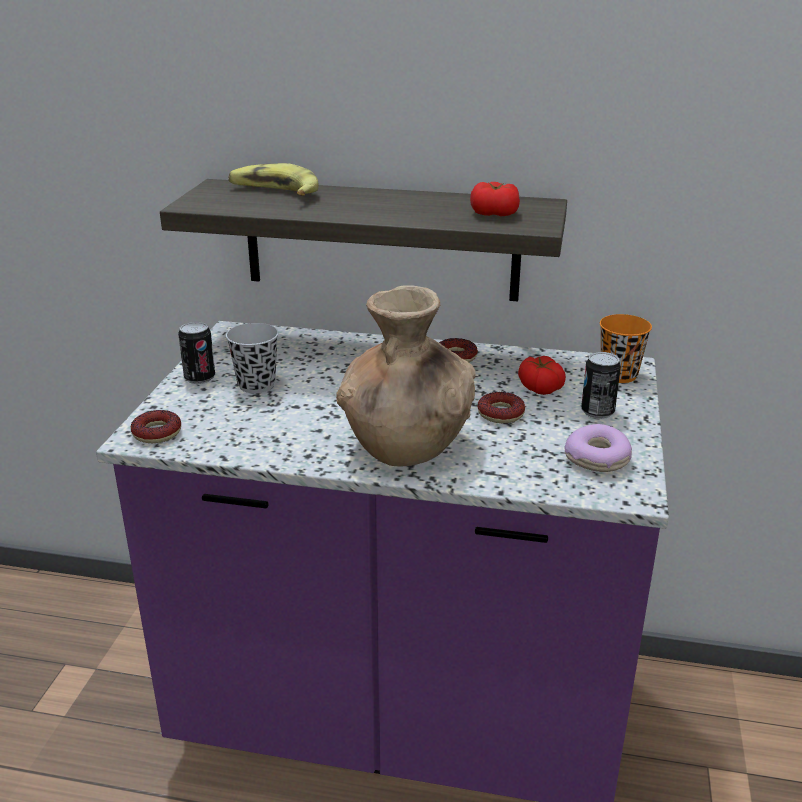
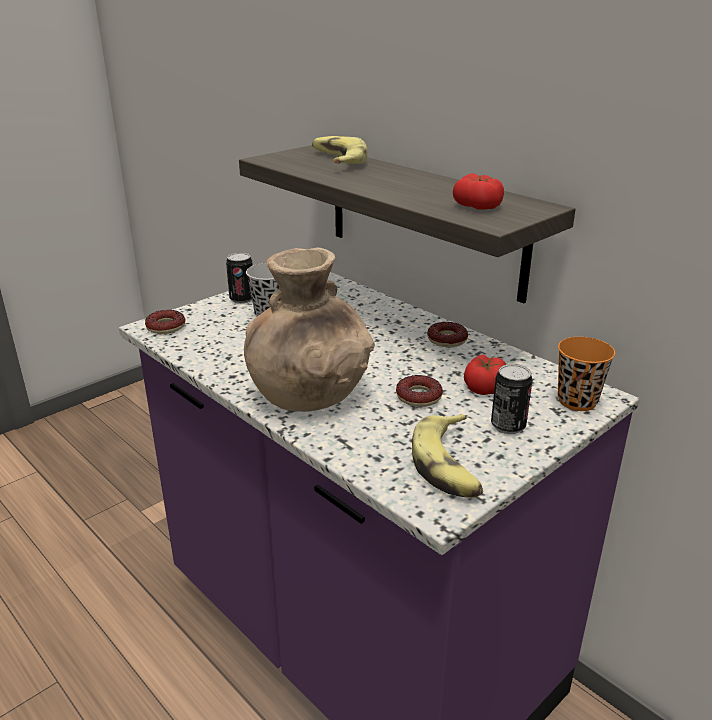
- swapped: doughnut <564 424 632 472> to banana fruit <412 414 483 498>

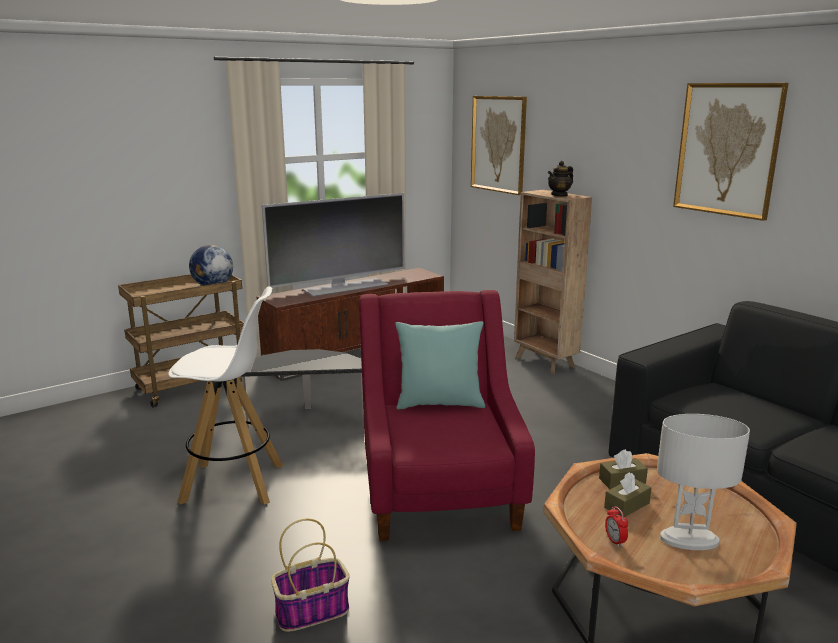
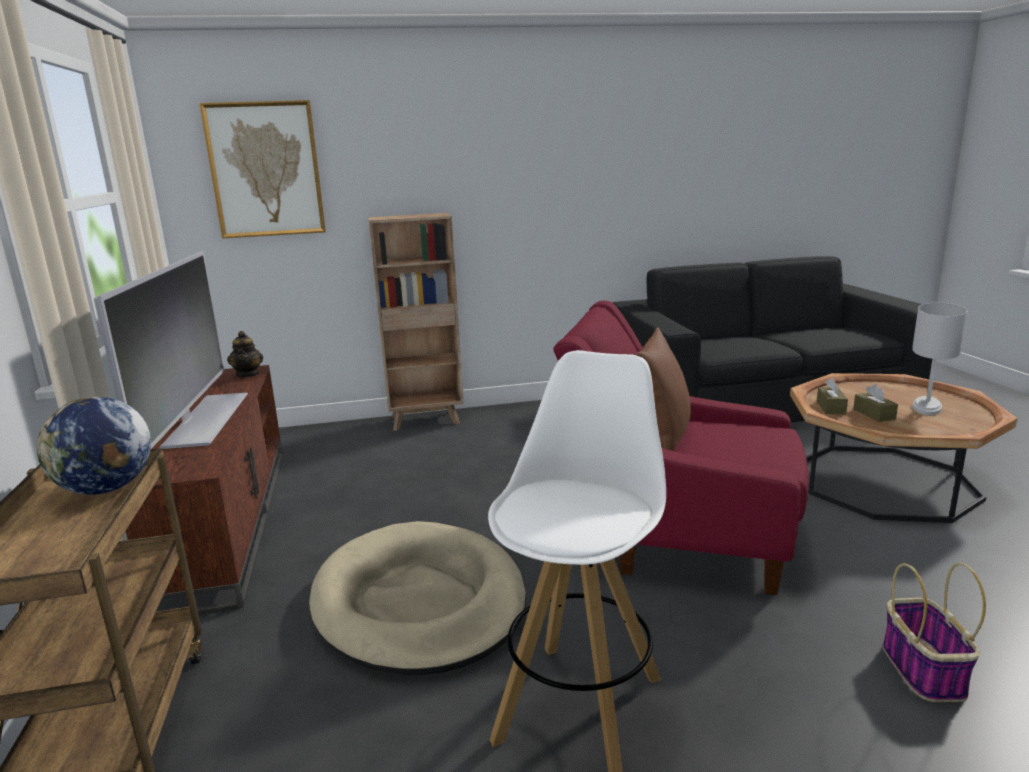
- shifted: pot for tea <548 161 573 197> to <227 331 263 377>
- swapped: side table <240 349 364 428> to dog cushion (beige-coloured) <309 521 526 675>
- repainted: throw pillow (turquoise) <395 321 485 410> to throw pillow (brown) <637 327 691 451>
- gone: alarm clock <605 506 628 547>
- gone: picture <673 83 789 221>

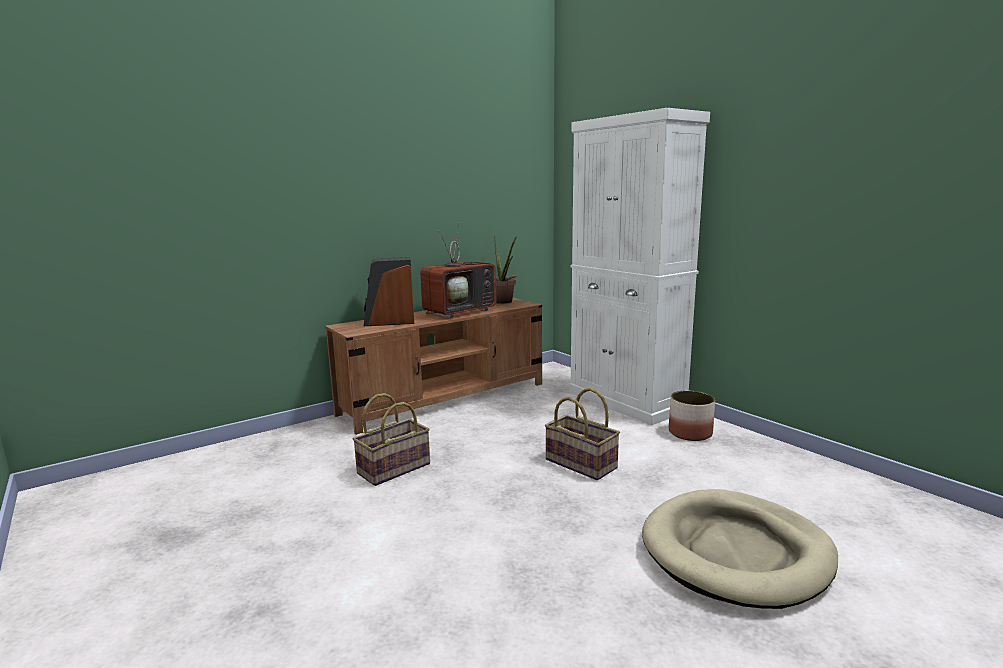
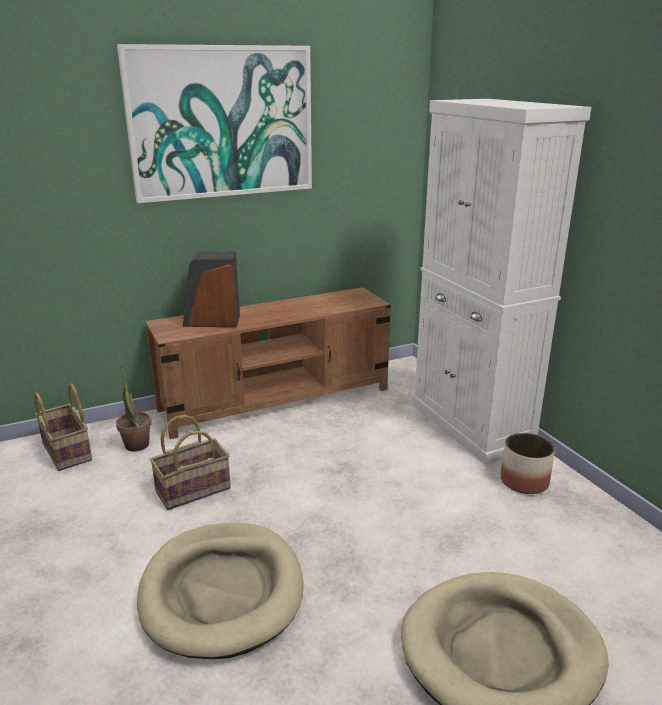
- shifted: basket <545 388 620 480> to <34 384 92 471>
- shifted: houseplant <494 235 517 304> to <116 364 152 451>
- new: picture <117 44 312 203>
- new: dog cushion (beige-coloured) <137 523 304 659>
- gone: television <420 222 496 318>

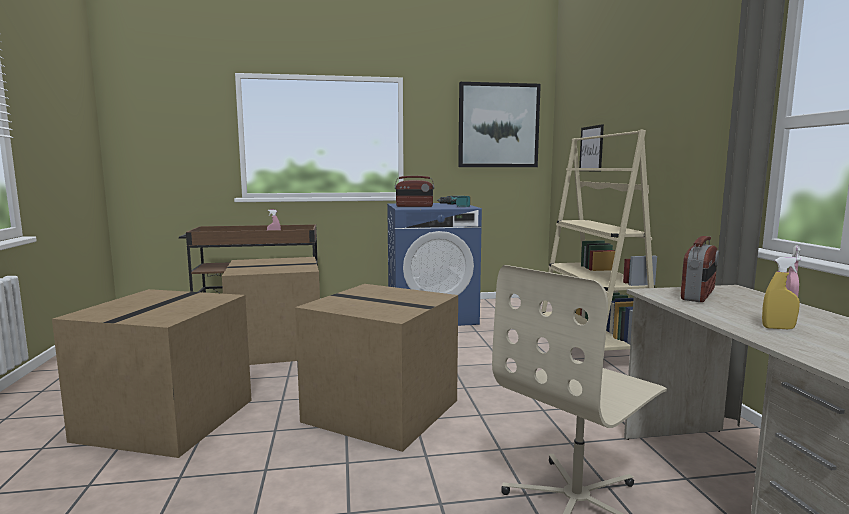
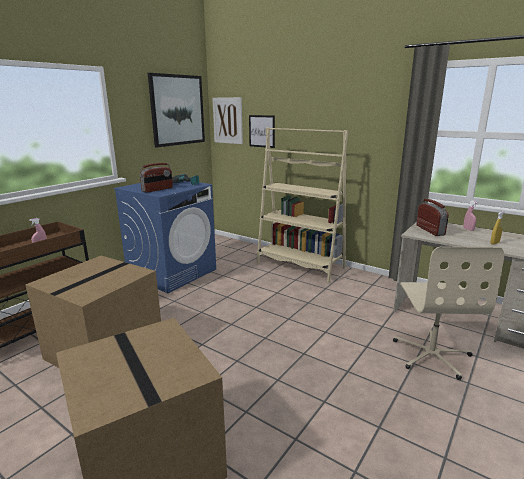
- new: picture <212 97 243 144>
- gone: cardboard box <295 284 458 452>

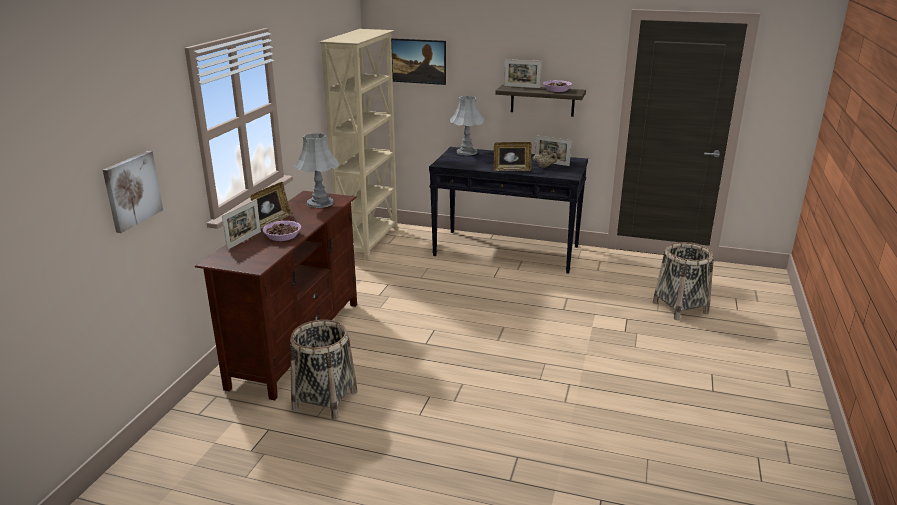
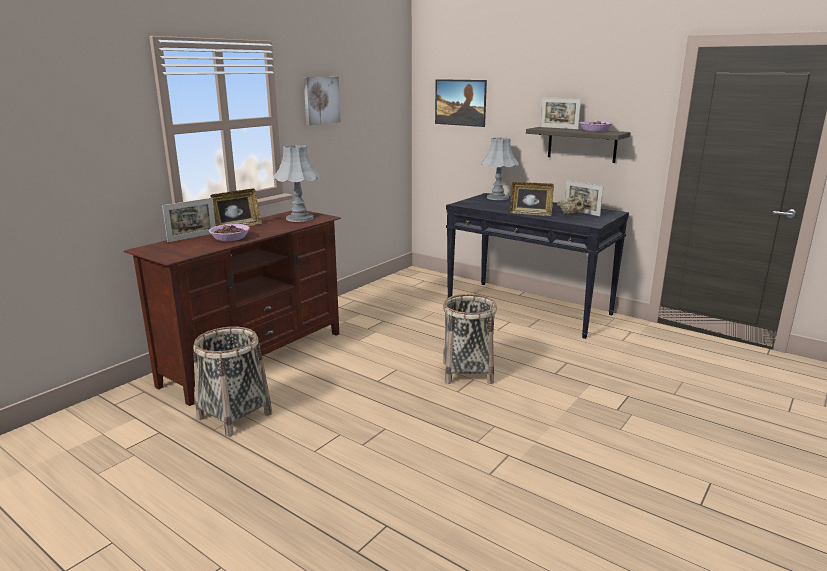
- shifted: picture <103 151 163 233> to <304 77 341 125>
- shifted: basket <653 242 714 320> to <443 294 497 384>
- gone: bookcase (beige-coloured) <320 29 398 260>

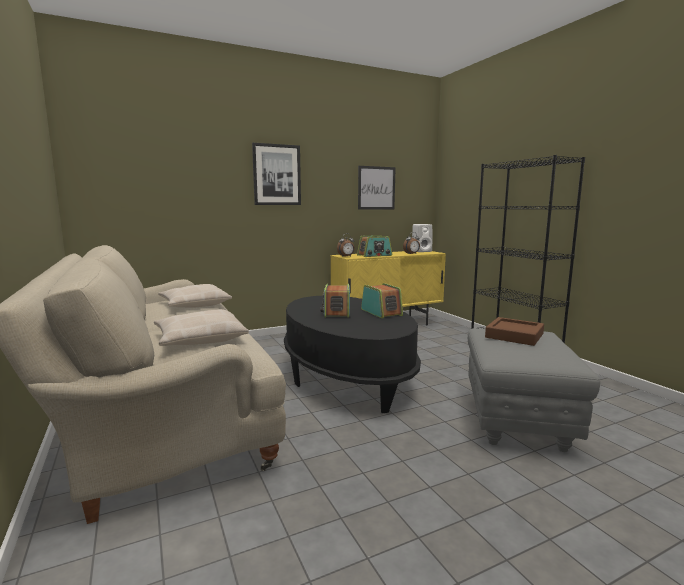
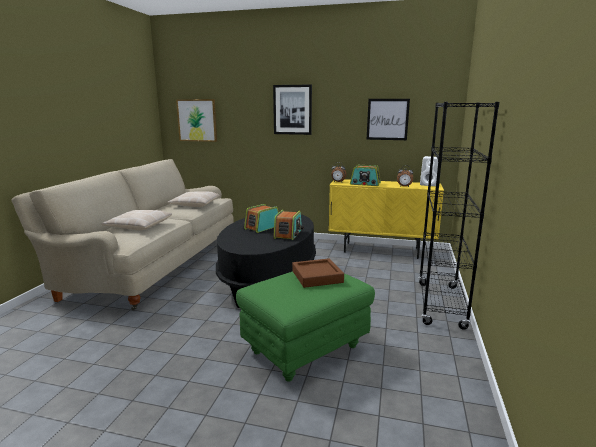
- new: picture <176 99 217 142>
- repainted: pouffe (gray) <468 328 600 452> to pouffe (green-coloured) <236 271 375 382>

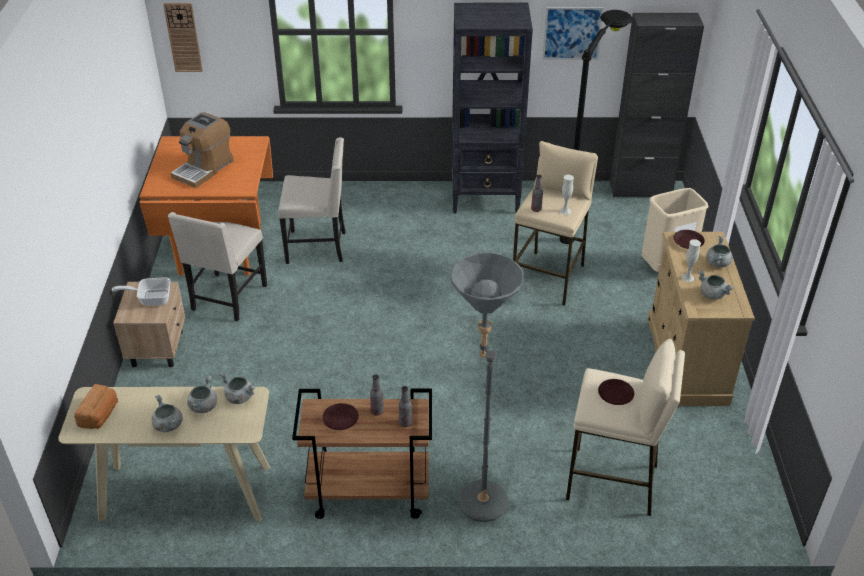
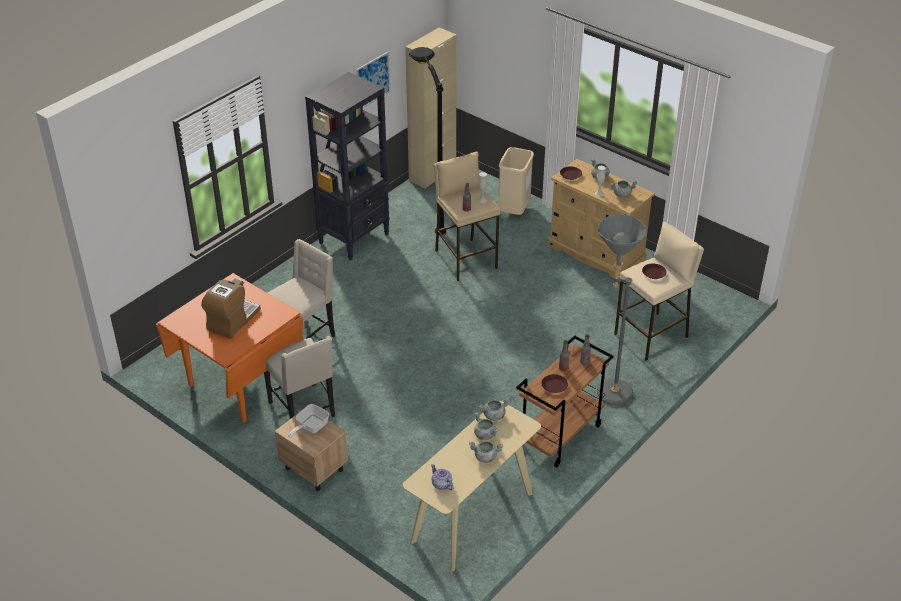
- rotated: coffee maker <170 112 234 188> = <201 278 261 339> 135 degrees counterclockwise
- repainted: storage cabinet (blackish) <610 13 704 197> to storage cabinet (beige-coloured) <405 28 457 189>
- swapped: bakery bread <74 384 118 429> to pot for tea <431 464 453 490>
- gone: wall clock <163 3 203 72>

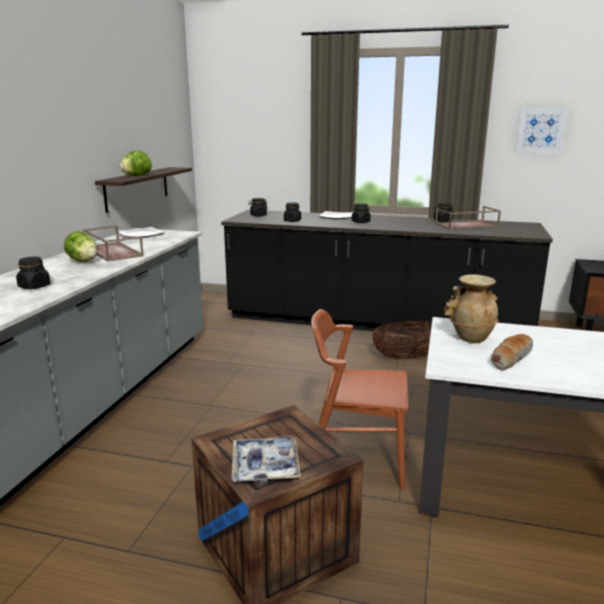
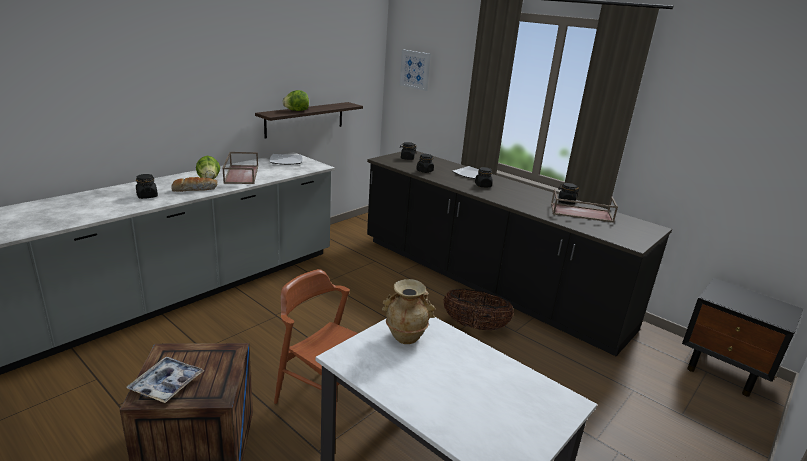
- shifted: bakery bread <491 334 533 371> to <171 177 218 192>
- shifted: picture <515 107 569 153> to <400 50 431 91>

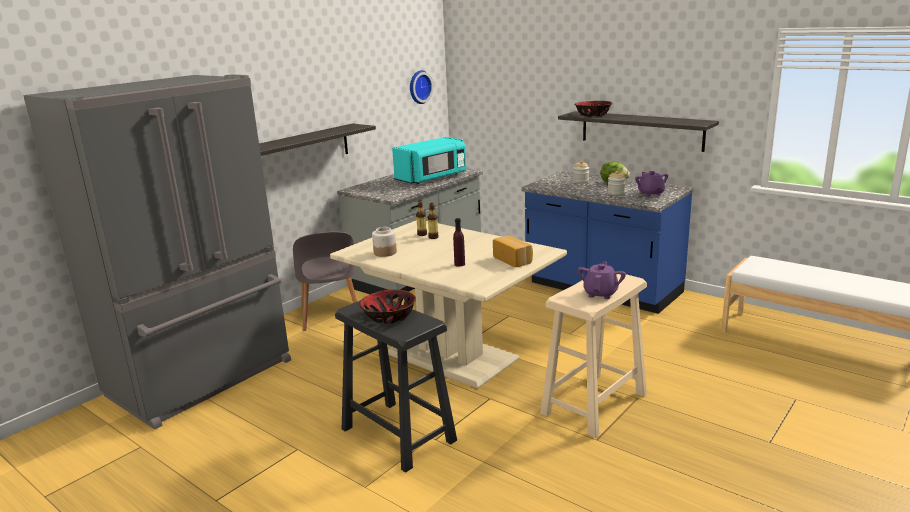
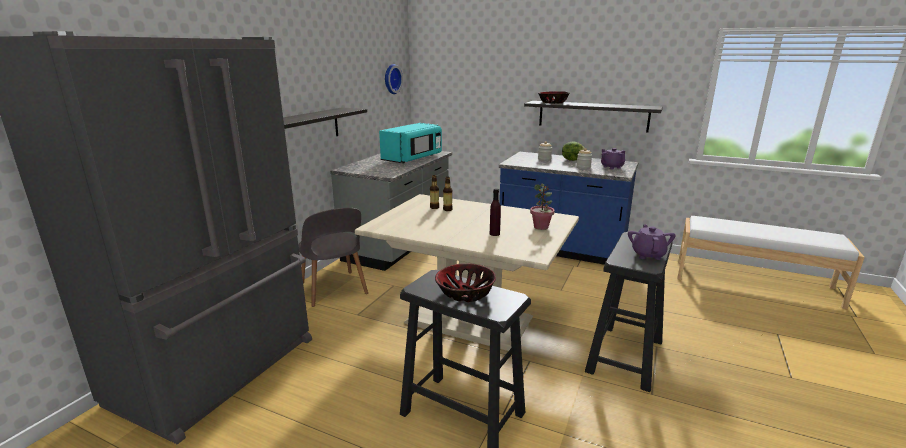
- swapped: bakery bread <493 235 533 267> to houseplant <530 184 555 230>
- repainted: sitting stool (beige-coloured) <540 274 647 438> to sitting stool (blackish) <585 232 673 392>
- gone: preserve jar <372 227 397 257>

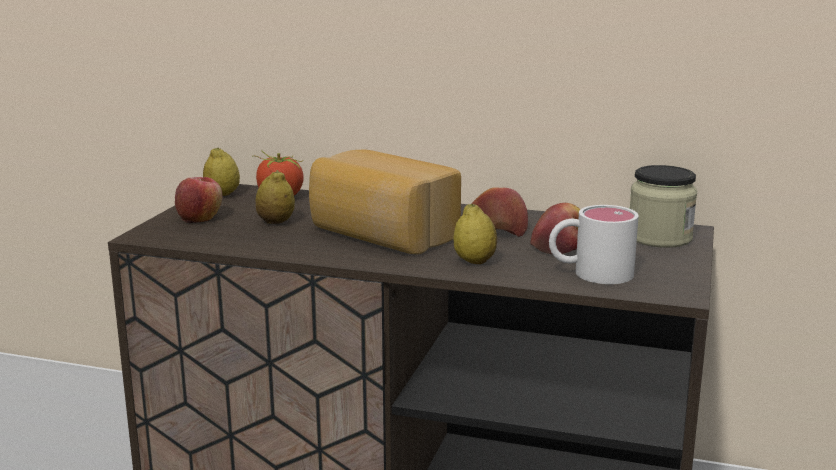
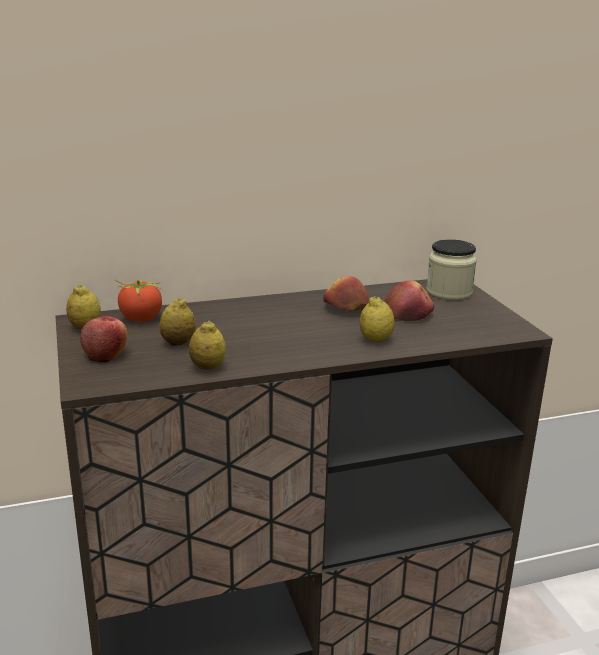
- new: whole lemon <189 321 226 370>
- gone: bakery bread <309 149 461 255>
- gone: tea mug (whitish) <549 205 639 284>

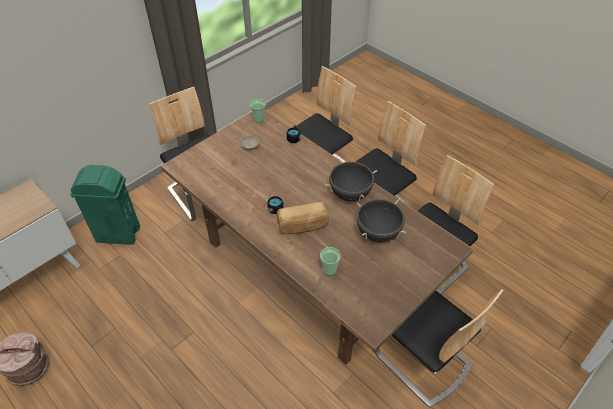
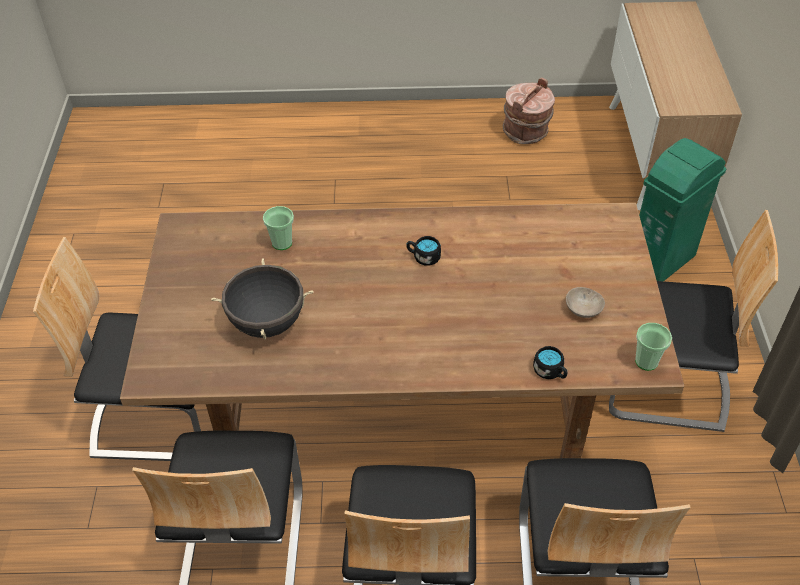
- gone: bakery bread <277 202 329 235>
- gone: stockpot (blackish) <326 159 377 201>

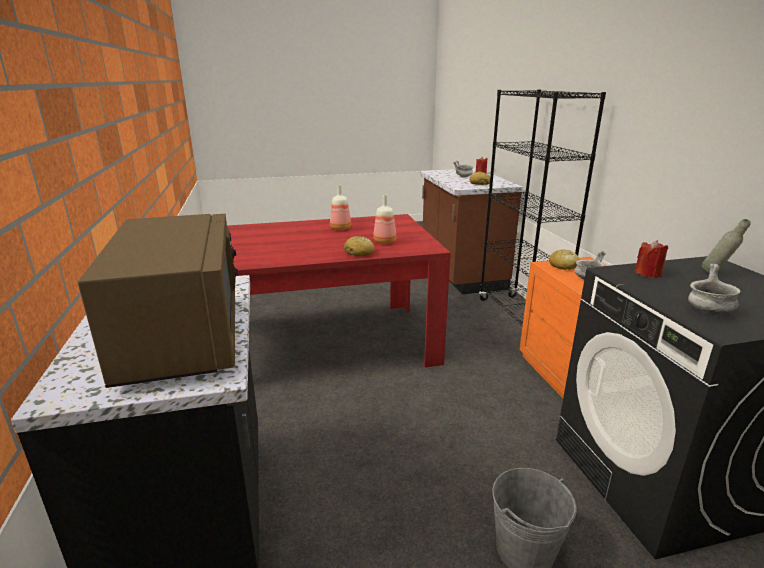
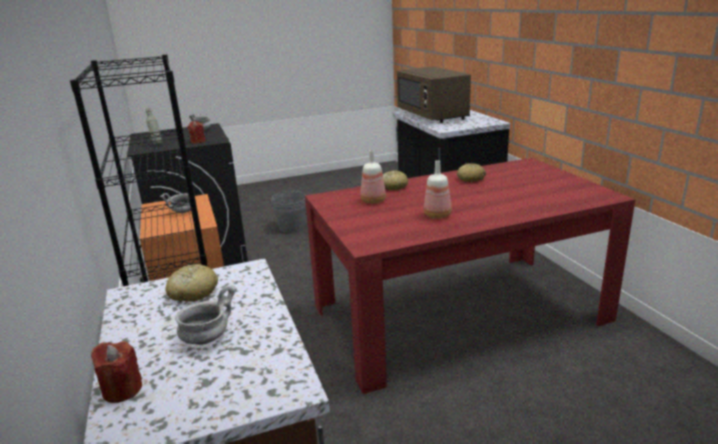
- shifted: bakery bread <549 250 580 270> to <457 163 486 182>

